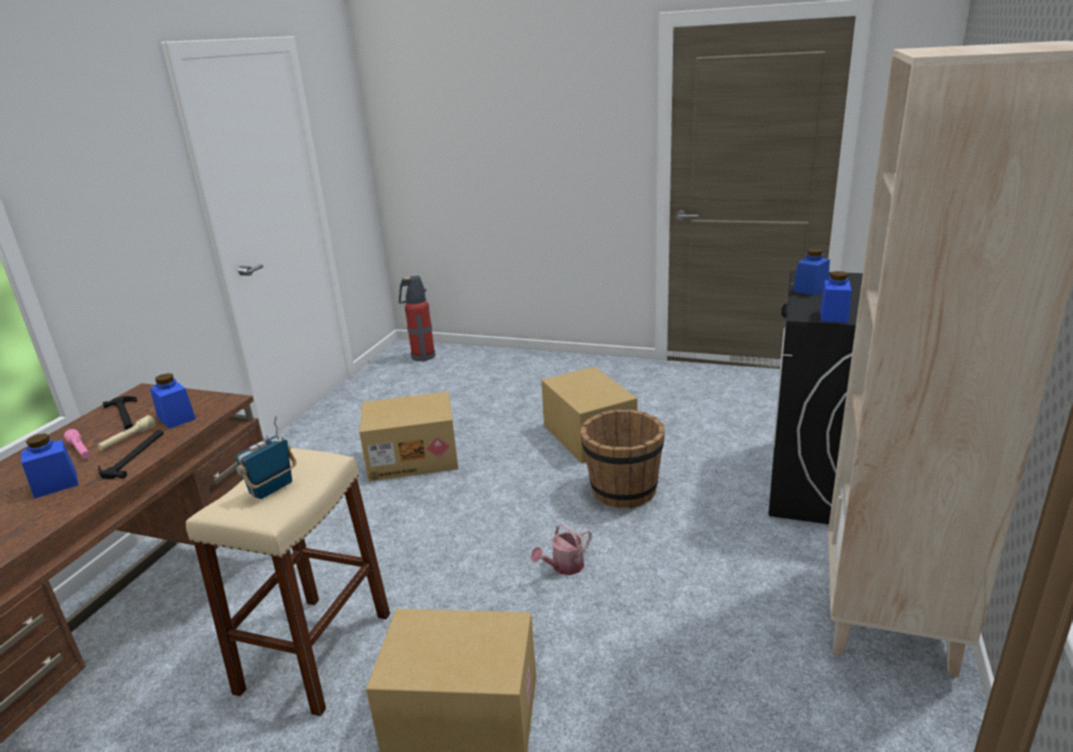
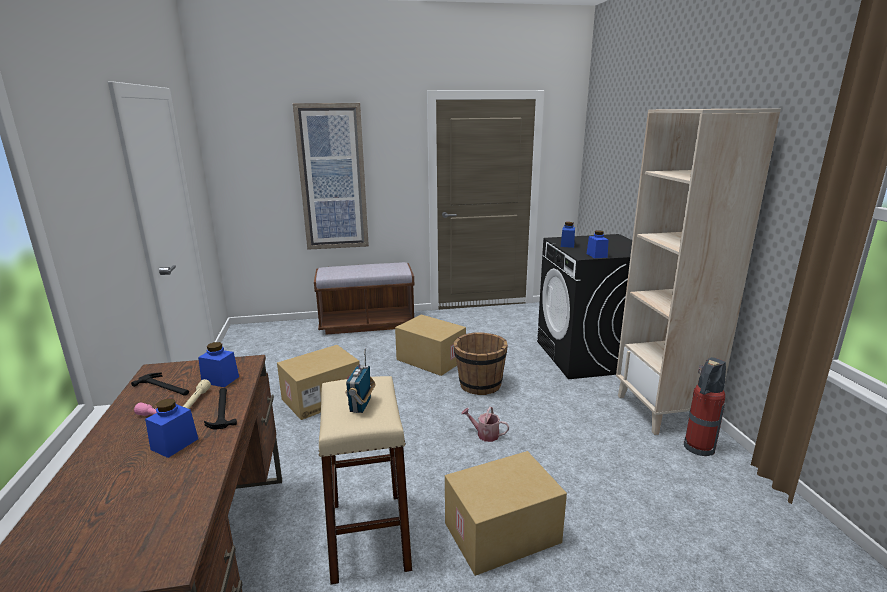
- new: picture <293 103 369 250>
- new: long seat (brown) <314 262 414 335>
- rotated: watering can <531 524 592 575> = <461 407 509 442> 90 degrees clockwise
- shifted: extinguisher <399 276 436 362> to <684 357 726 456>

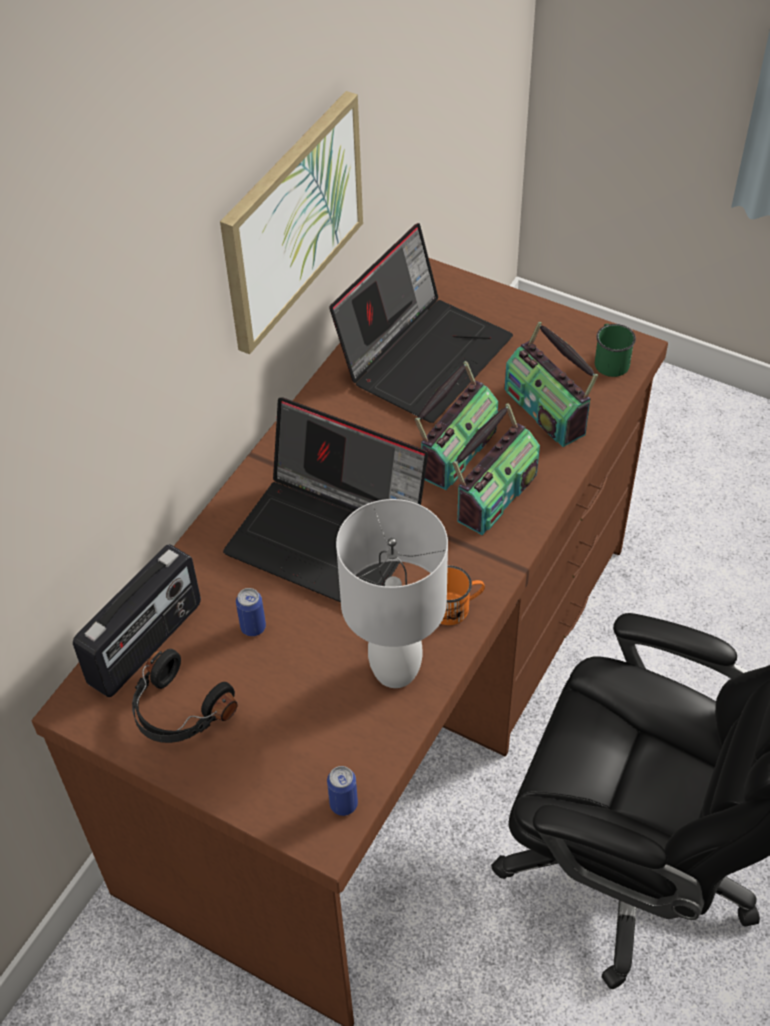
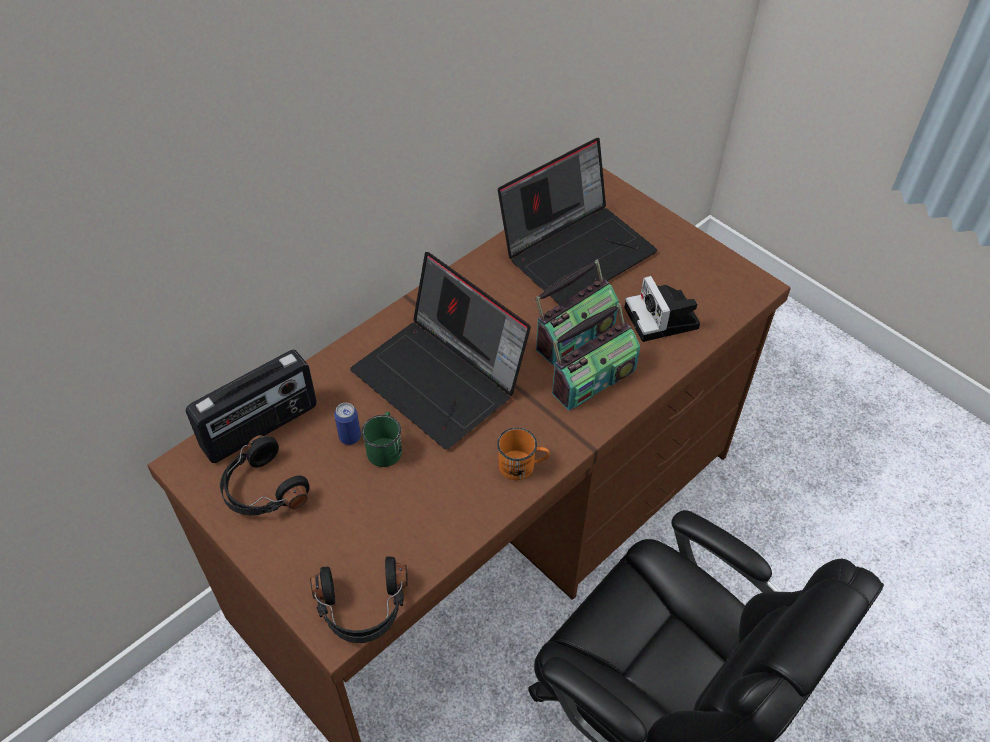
- swapped: metal can <327 766 358 816> to headphones (blackish) <310 556 408 643>
- shifted: tea mug (green-coloured) <595 324 636 377> to <361 412 402 467>
- swapped: radio set <505 322 598 447> to still camera <624 276 700 342>
- gone: picture <220 91 363 355>
- gone: table lamp (whitish) <336 499 448 688>

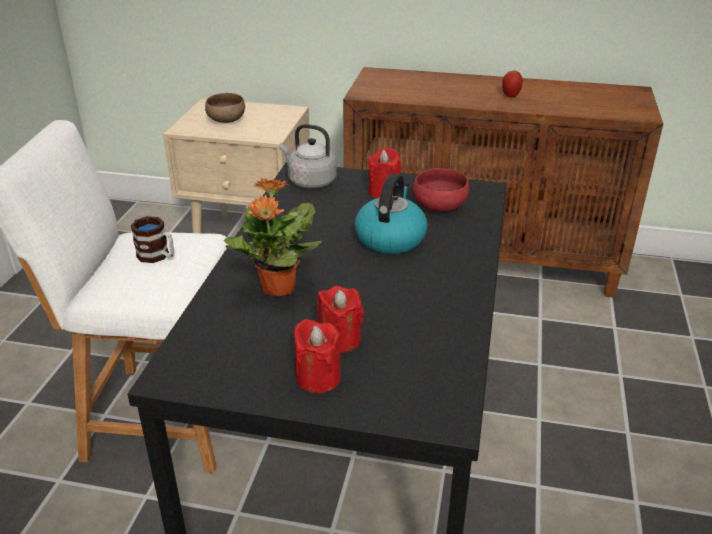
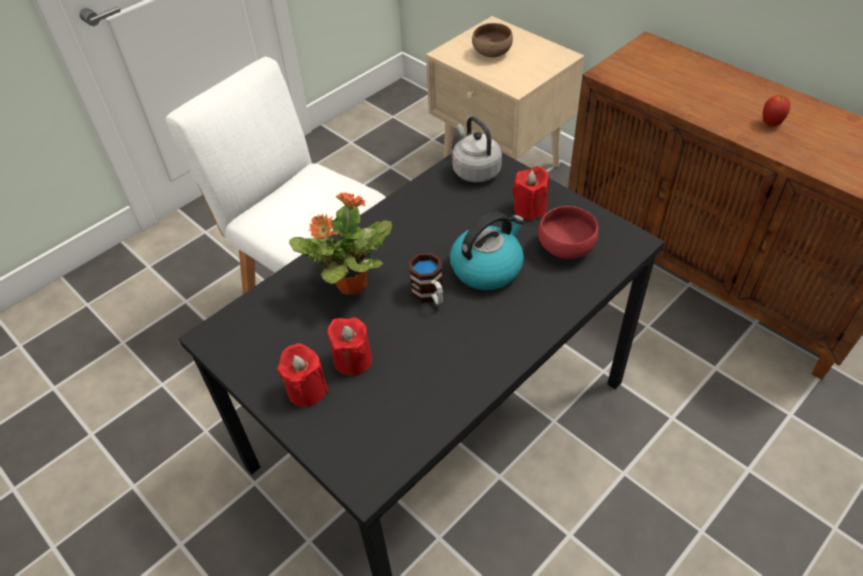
- shifted: tea mug <131 216 174 263> to <409 252 443 305>

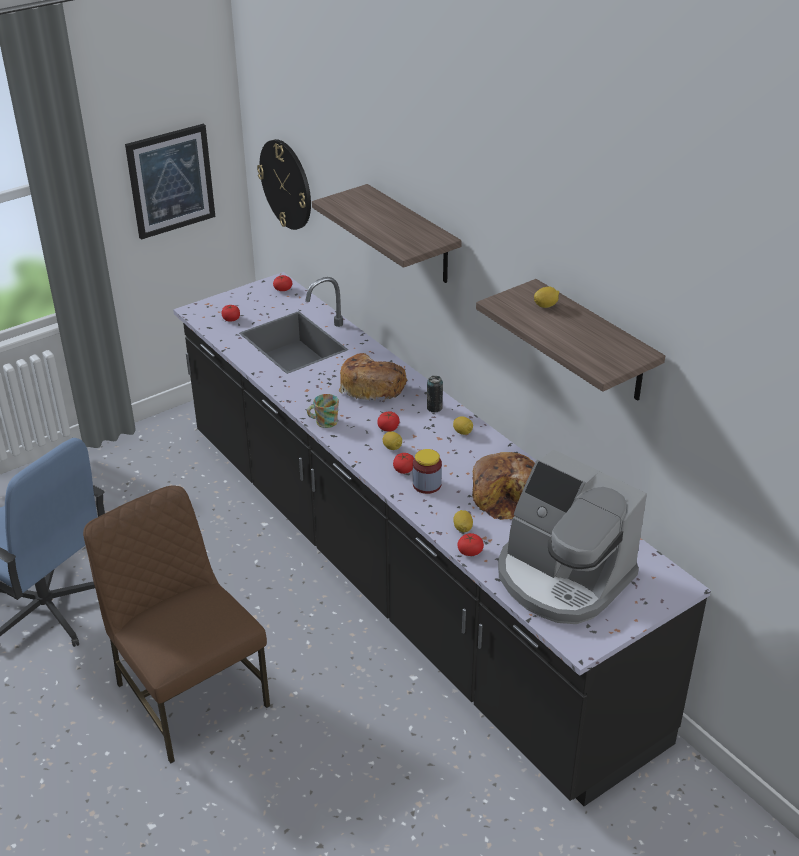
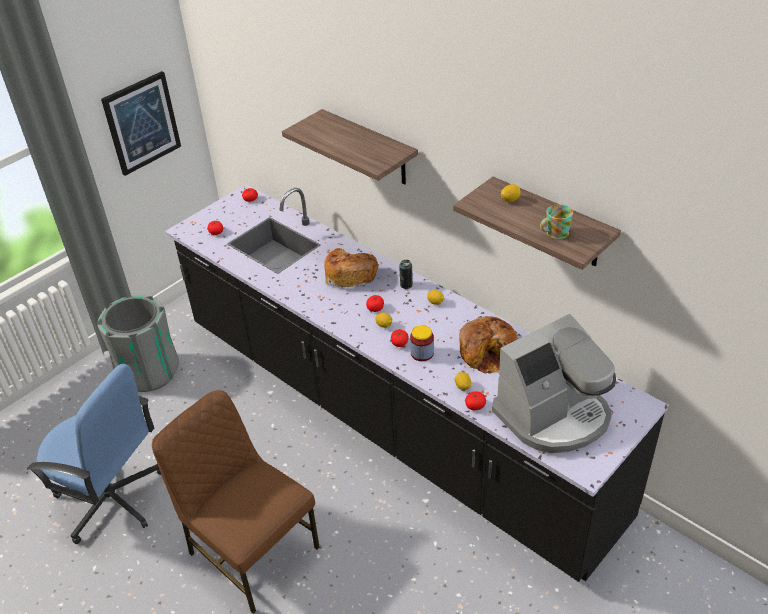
- new: waste bin (gray) <97 295 179 392>
- rotated: coffee maker <498 449 647 624> = <492 314 616 453> 60 degrees counterclockwise
- shifted: tea mug <307 394 339 428> to <540 204 573 240>
- gone: wall clock <257 139 311 230>

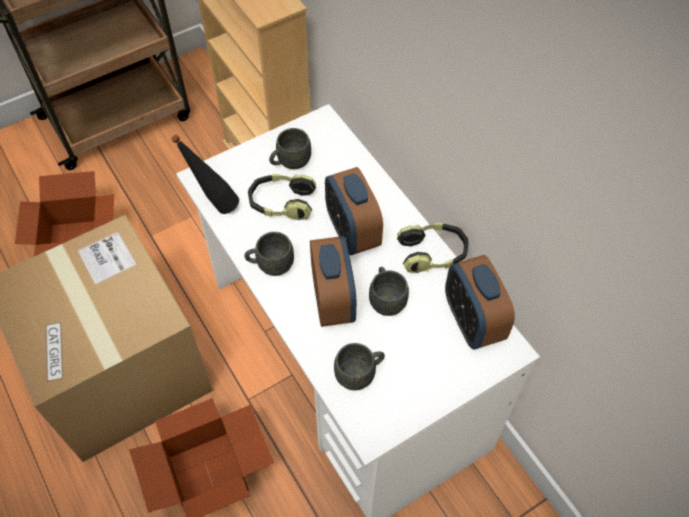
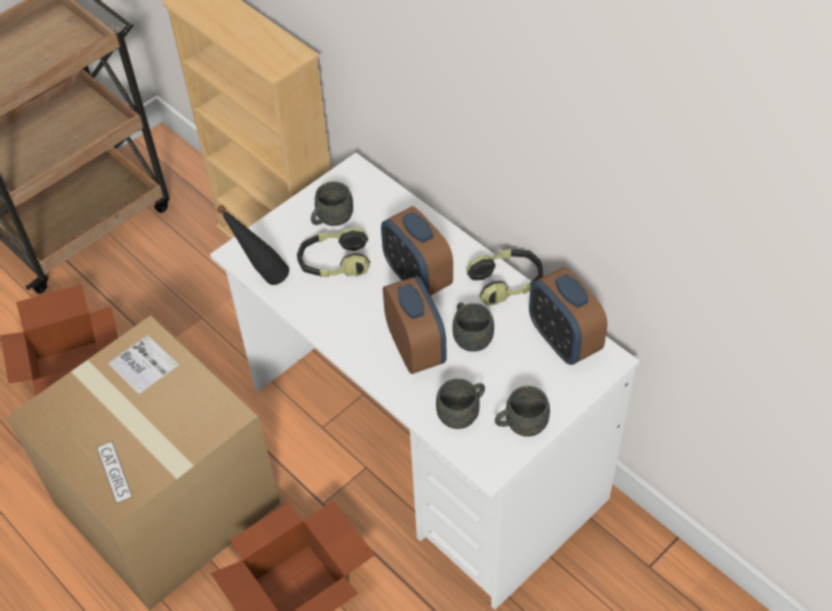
- shifted: tea mug (gray) <244 232 294 276> to <495 386 550 437>

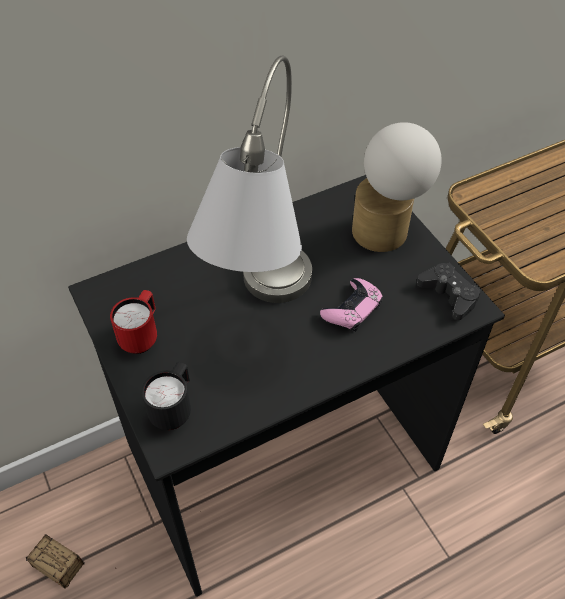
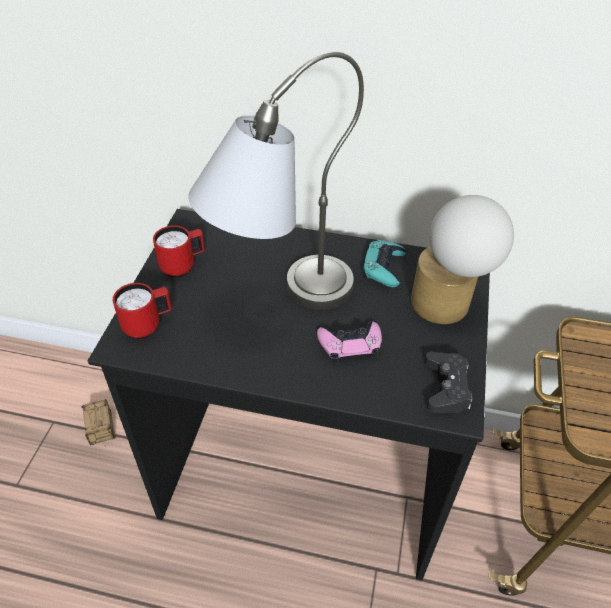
- repainted: tea mug (blackish) <142 362 191 430> to tea mug (reddish) <113 283 172 339>
- new: gamepad (turquoise) <363 240 406 287>

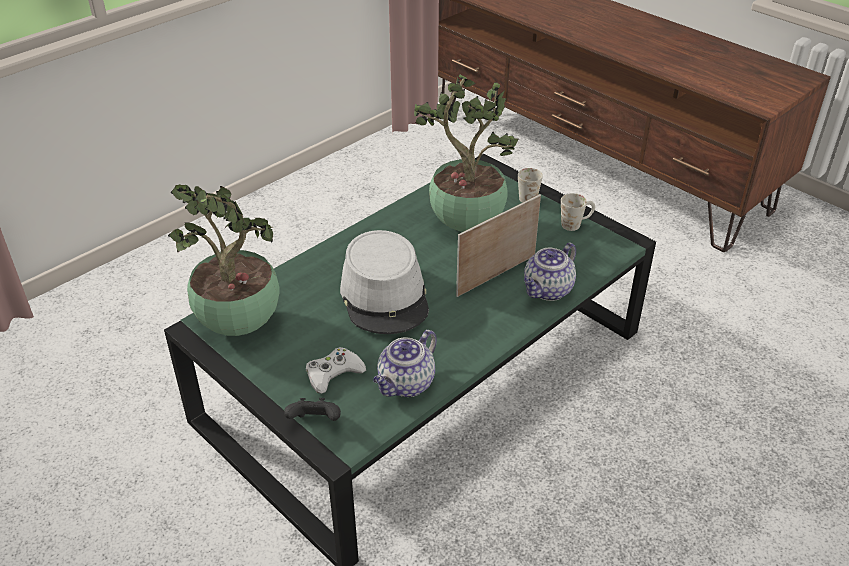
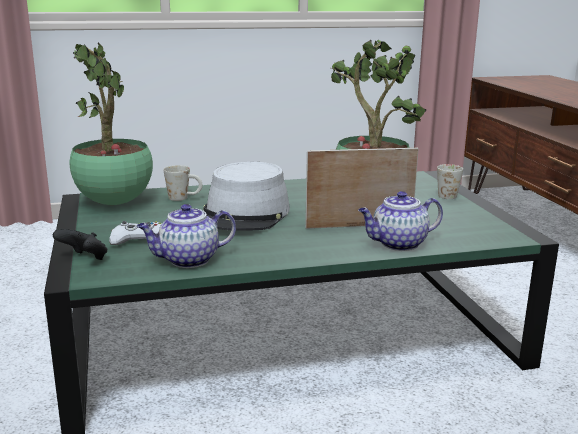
- shifted: tea mug (whitish) <561 193 595 231> to <163 165 203 201>

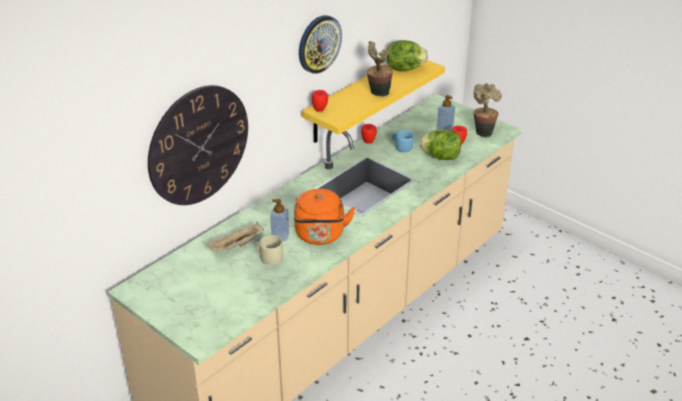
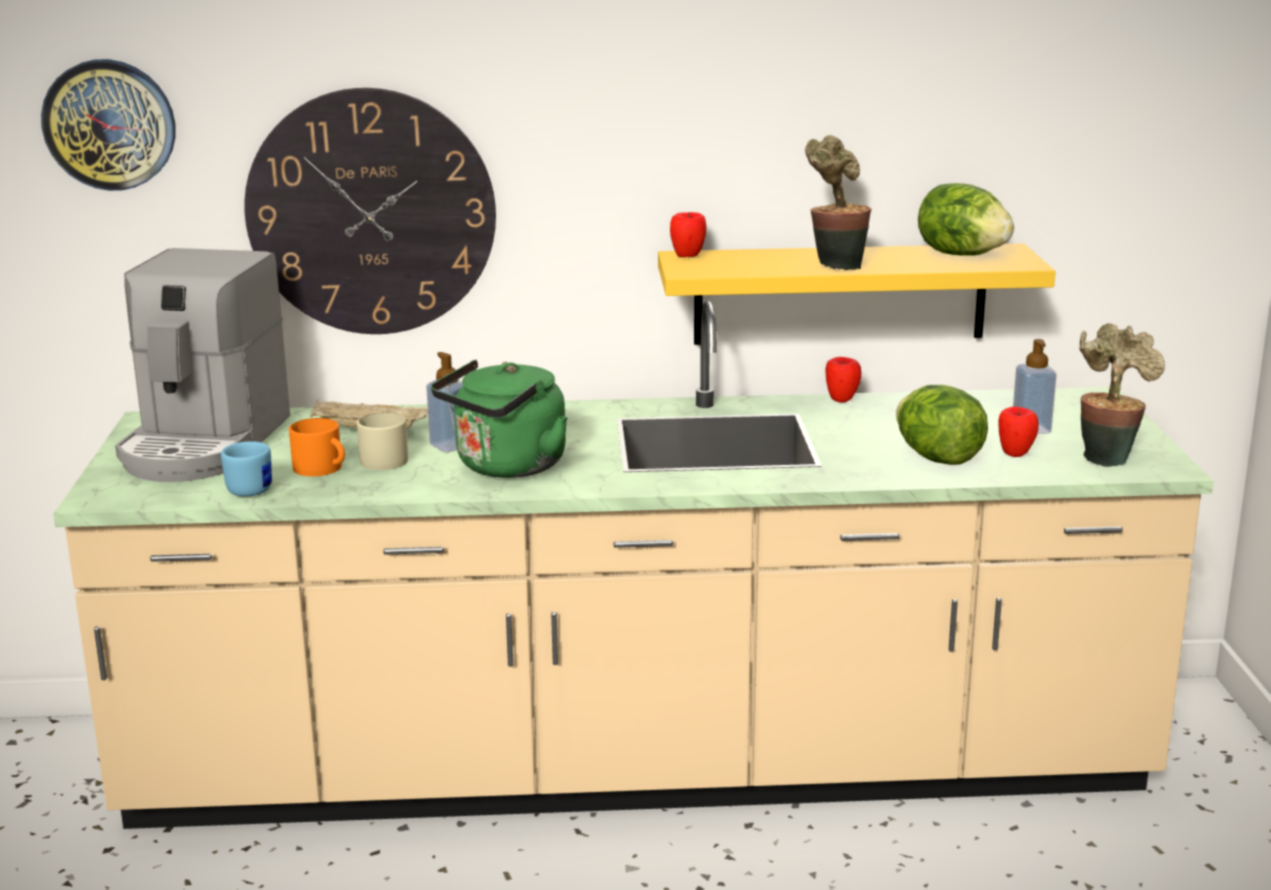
- shifted: wall clock <299 15 342 74> to <41 59 175 191>
- new: coffee maker <115 248 290 482>
- shifted: tea mug (blue) <392 130 414 152> to <221 441 272 497>
- new: tea mug (orange) <289 418 345 476>
- repainted: tea kettle (orange) <294 189 356 245> to tea kettle (green-coloured) <431 359 567 478>

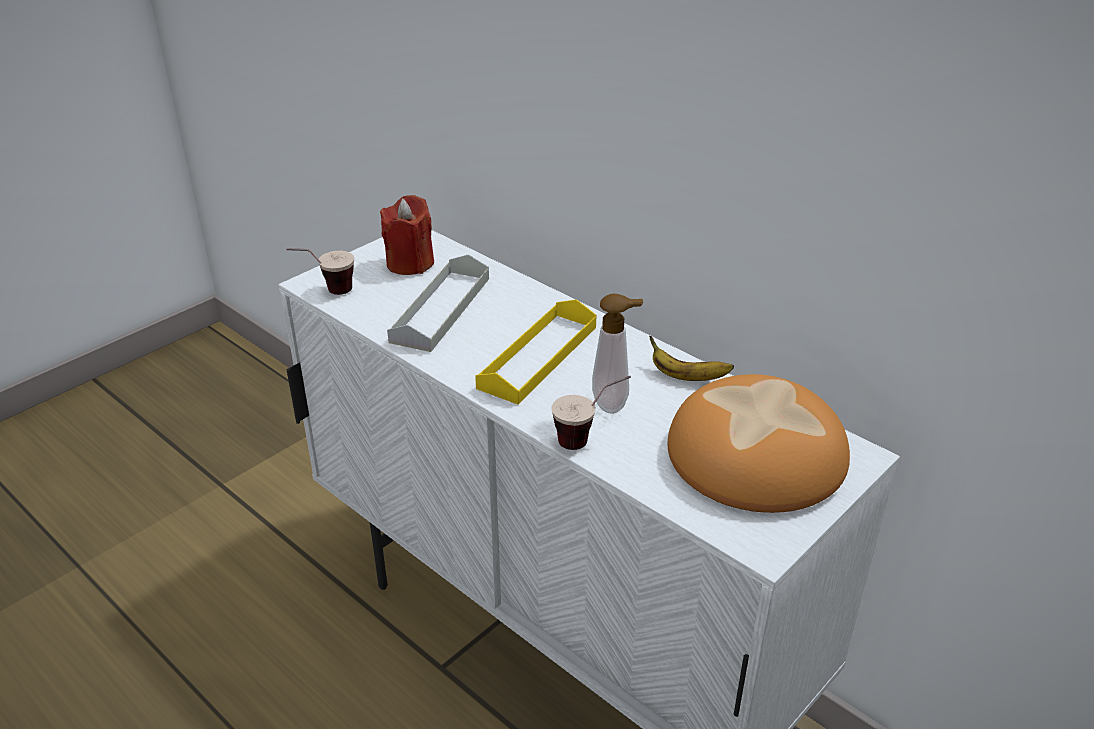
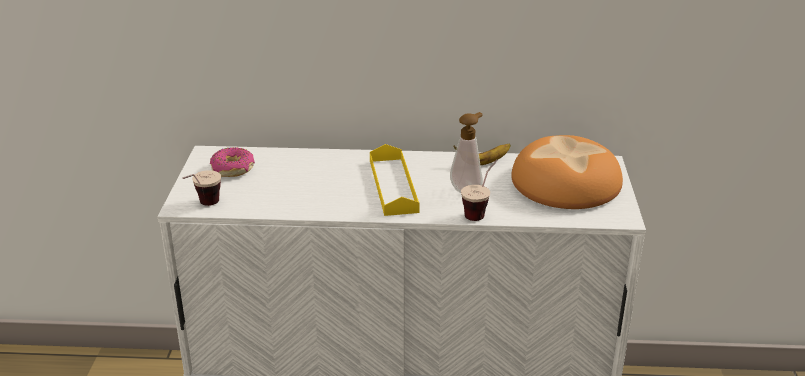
- swapped: wax candle (reddish) <380 195 434 275> to doughnut <210 147 255 177>
- gone: carrying tray (gray) <387 254 489 352>

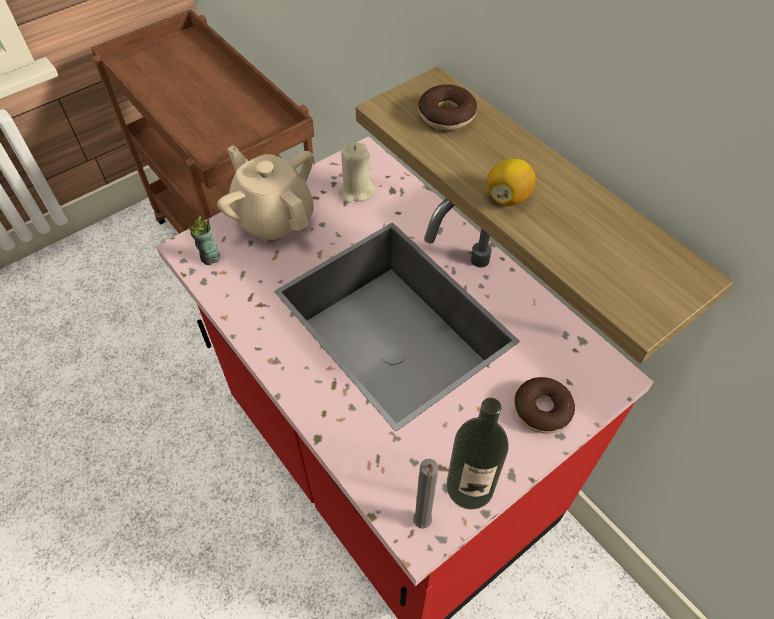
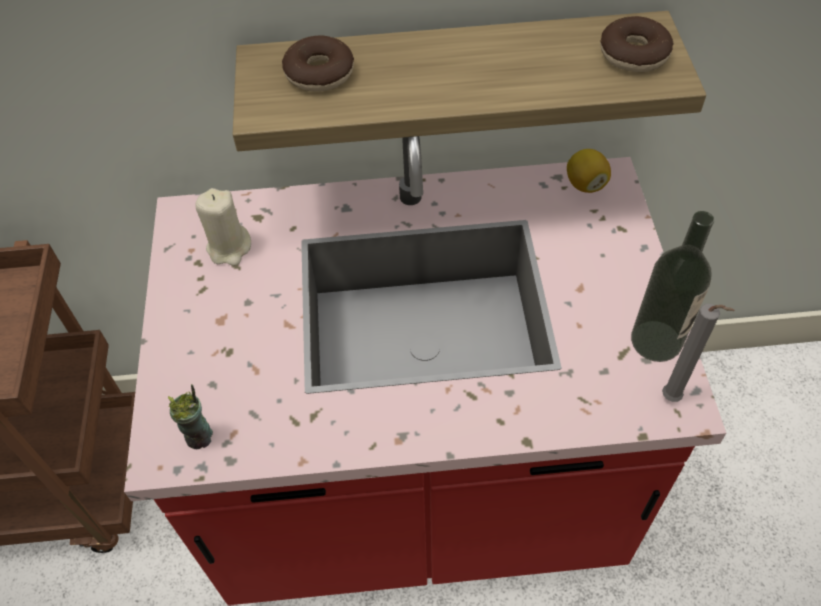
- shifted: whole lemon <487 159 536 206> to <567 149 611 193>
- shifted: doughnut <514 377 575 433> to <600 16 673 72>
- gone: pot for tea (beige-coloured) <217 146 314 244>

